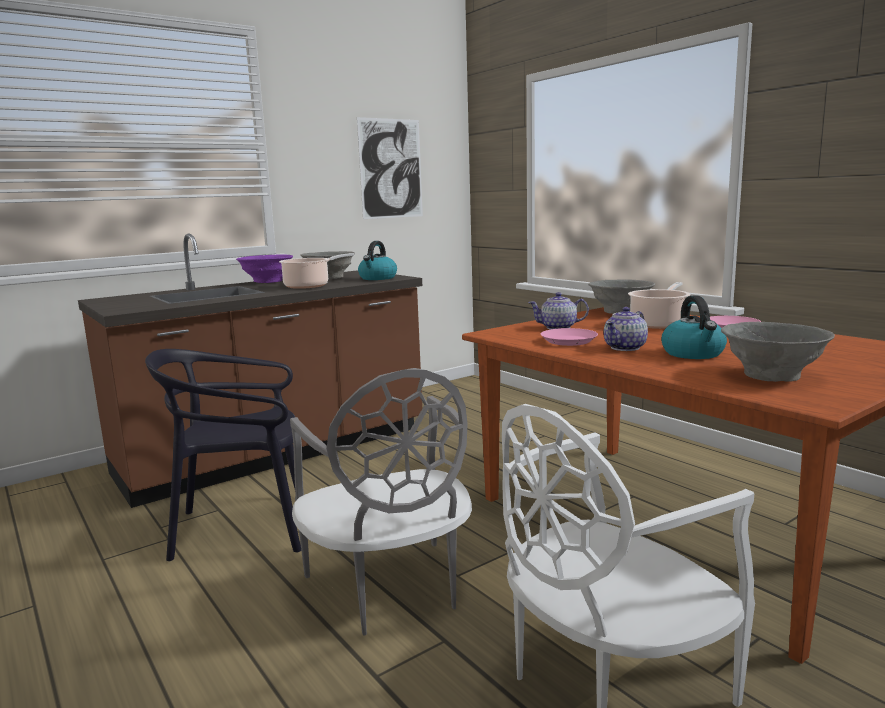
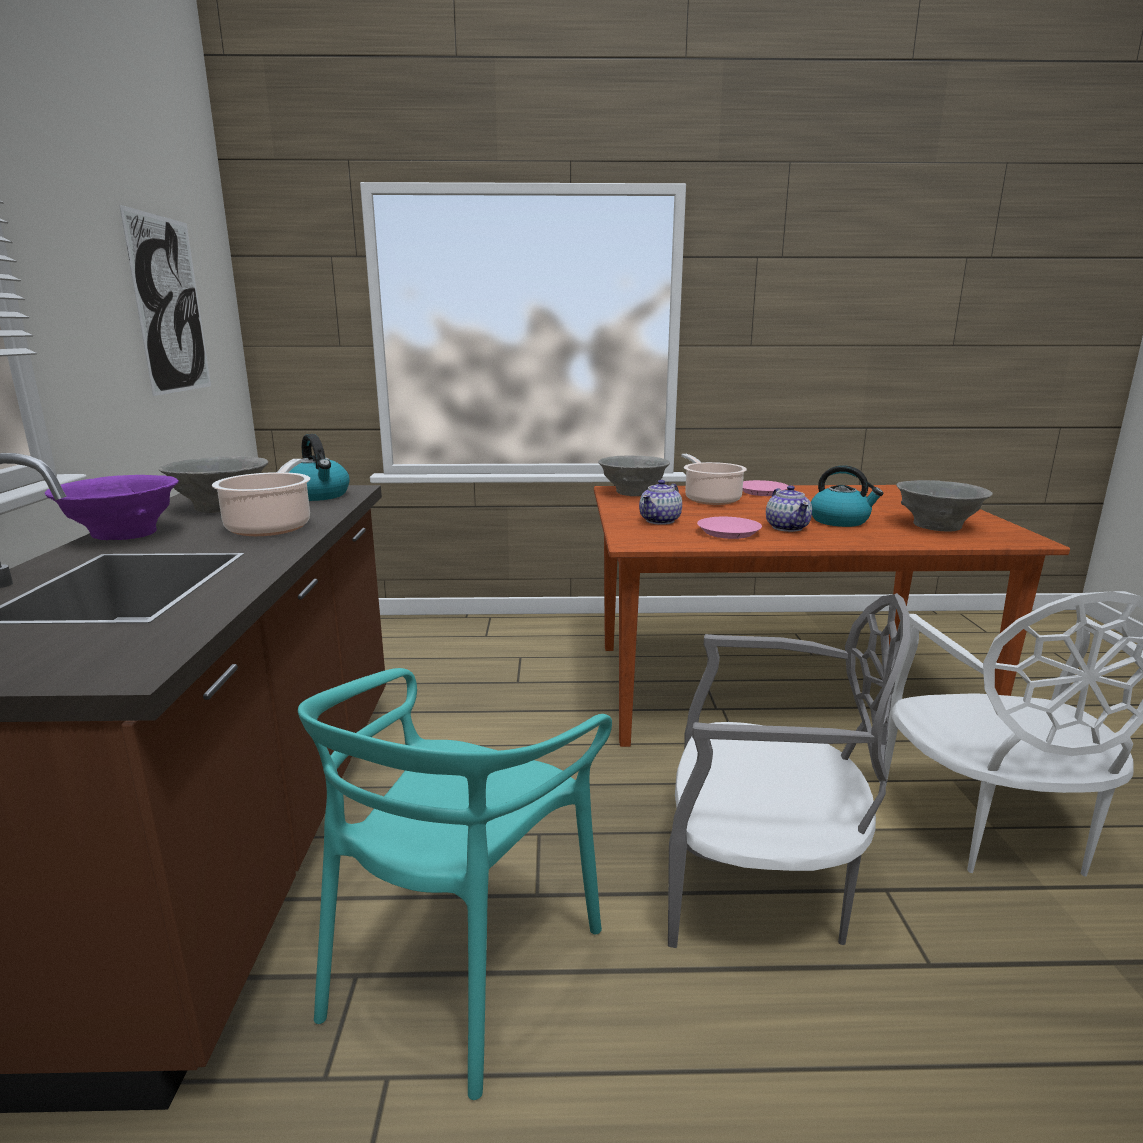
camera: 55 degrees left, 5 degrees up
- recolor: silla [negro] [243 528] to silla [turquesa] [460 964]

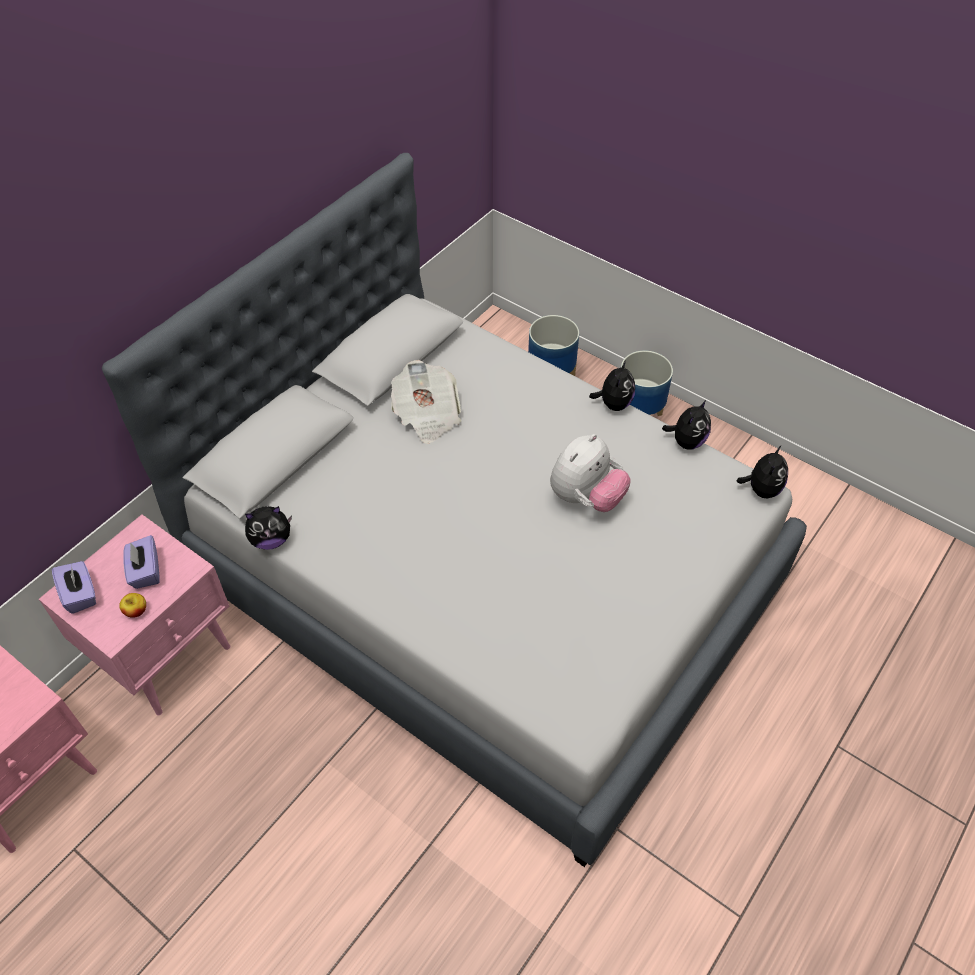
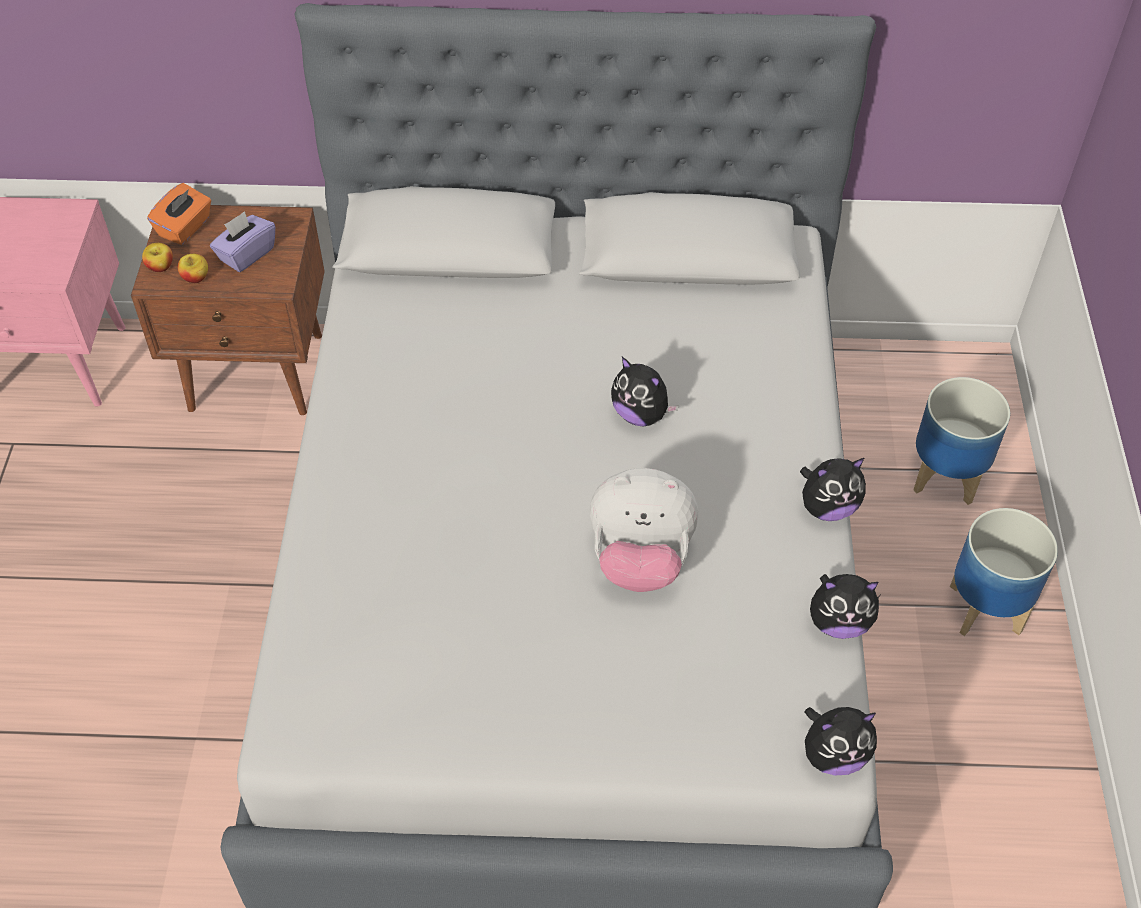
camera: 55 degrees right, 0 degrees up
- delete: periódico [427 415]
- move: peluche [271 540] to [641 414]
- recolor: mesita de noche [rosa] [167 655] to mesita de noche [marrón] [258 372]
- recolor: caja de pañuelos [morado] [80 595] to caja de pañuelos [naranja] [185 228]
- insert: manzana [160 267]

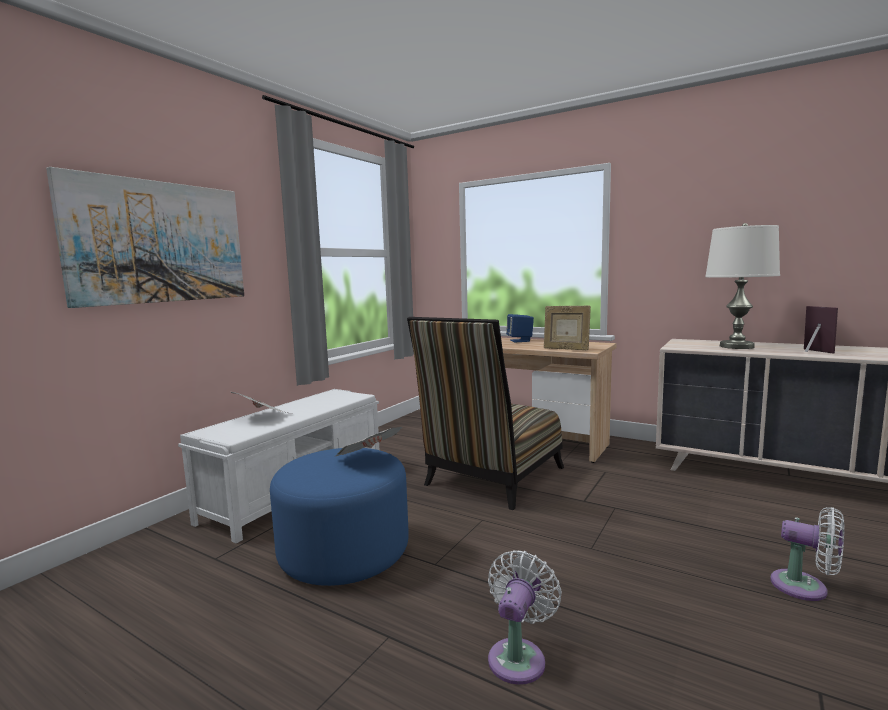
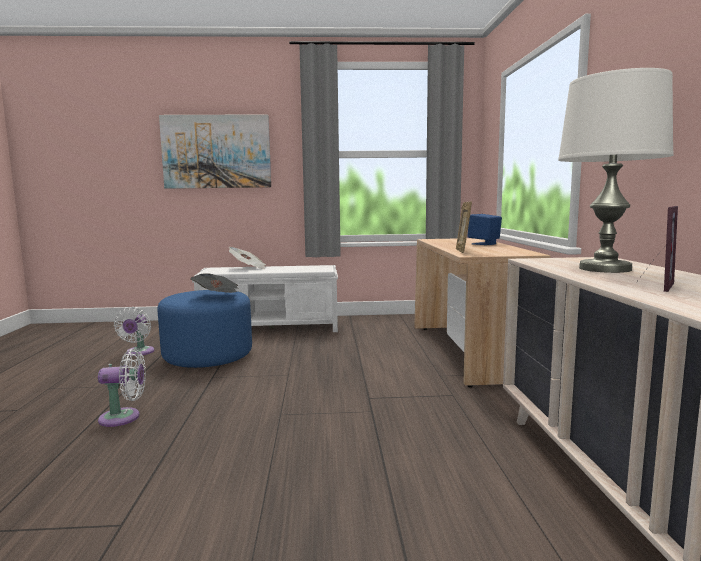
camera: 55 degrees right, 0 degrees up
- delete: silla [490 479]
- move: ventilador [blanco] [805 588] to [138 353]

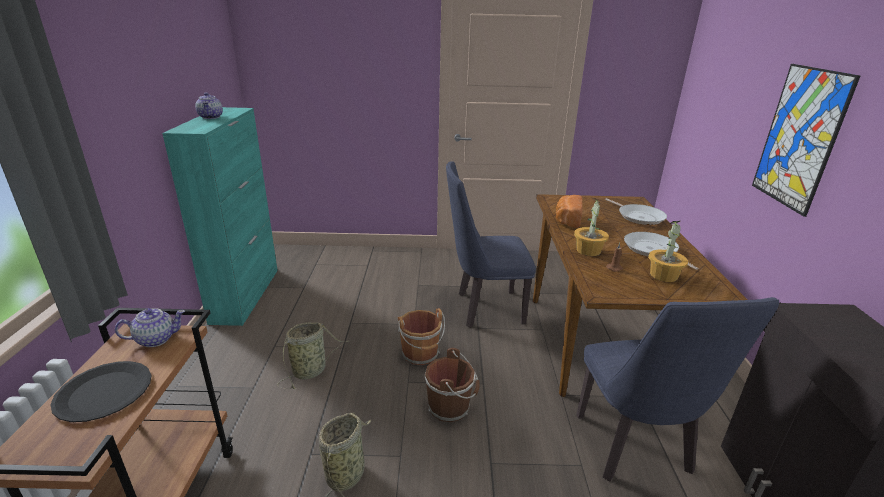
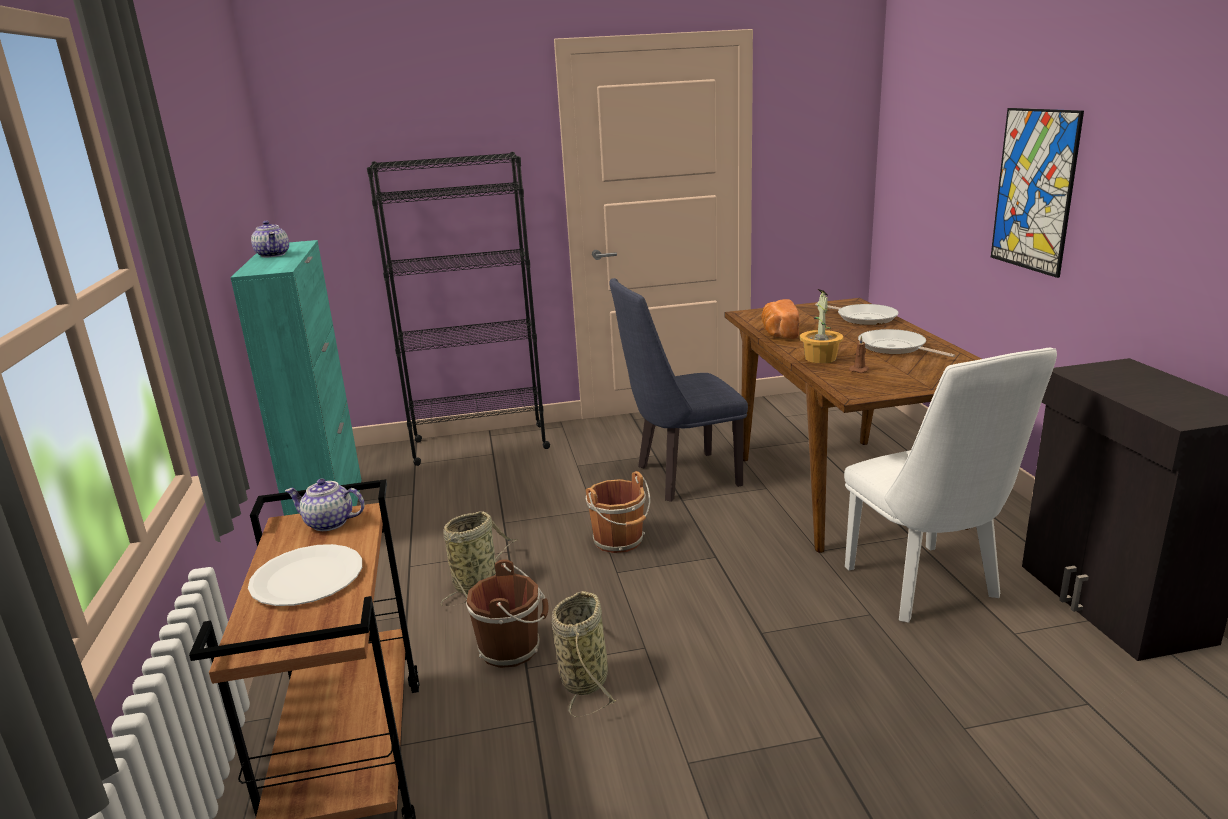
camera: 10 degrees left, 5 degrees down
- delete: planta en maceta [663 275]
- recolor: silla [azul] [636 450] to silla [blanco] [928 588]
- rotate: tetera [156 339] = [328 523] 135 degrees counterclockwise
- move: cubo [marrón] [451 407] to [512 648]
- recolor: plato [negro] [104 392] to plato [blanco] [307 578]
- insert: estantería [negro] [480 444]

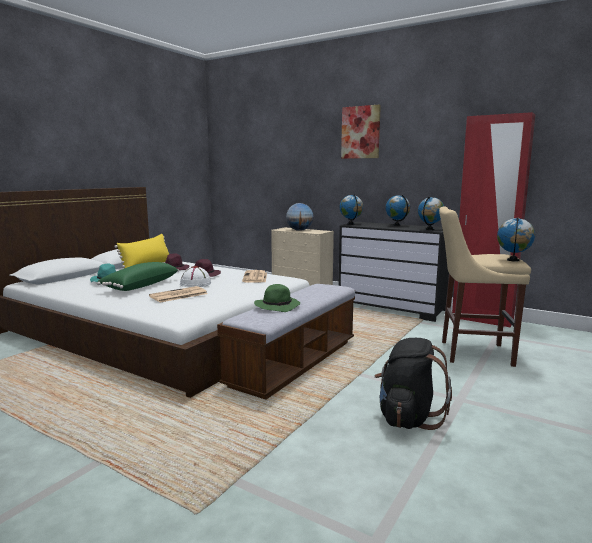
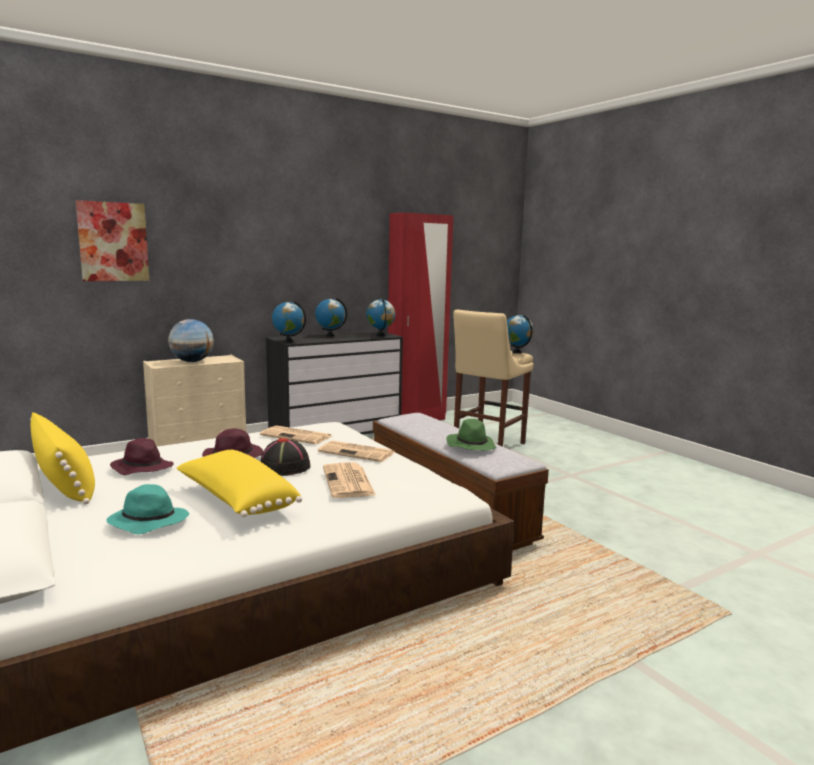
camera: 65 degrees left, 0 degrees up
- move: cuadro [360 132] to [113 242]
- recolor: cojín [verde] [140 286] to cojín [amarillo] [236 500]
- recolor: sombrero [blanco] [196 284] to sombrero [negro] [285 467]
- delete: mochila [negro] [407 418]
- insert: periódico [358 452]

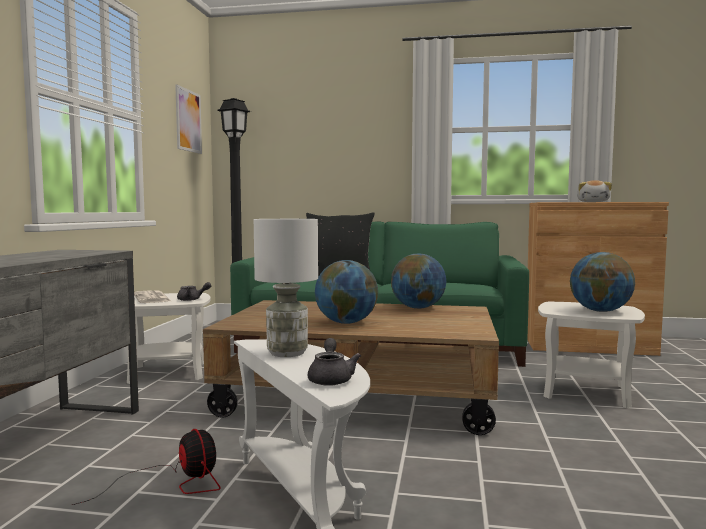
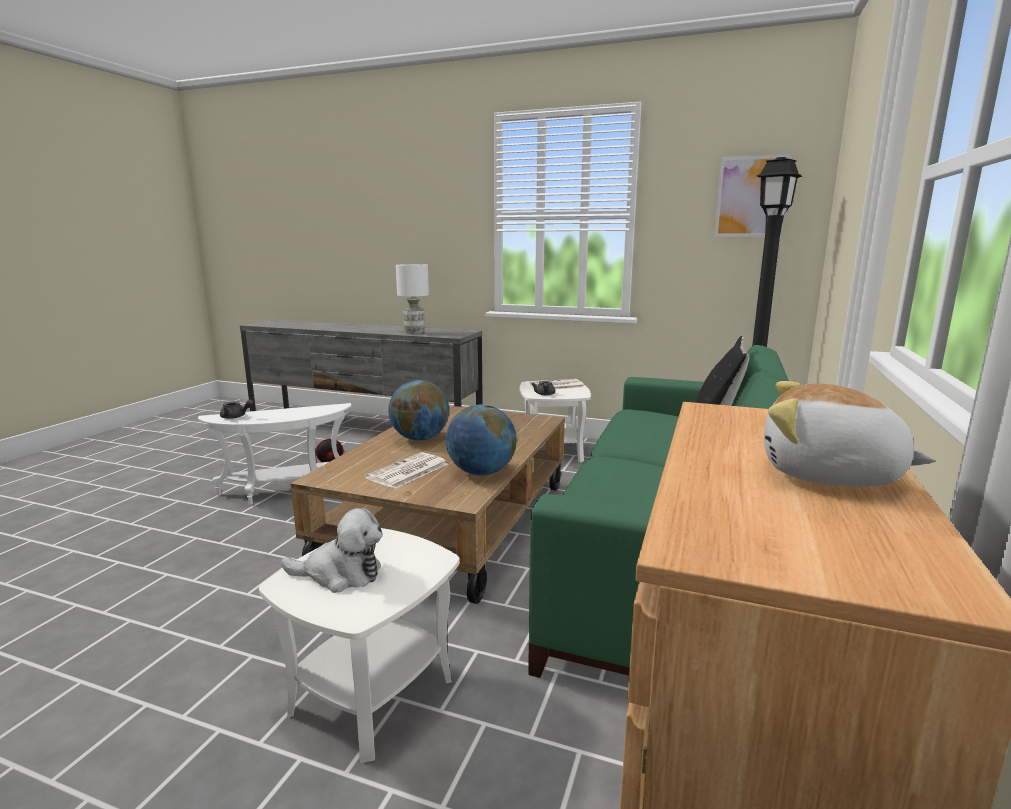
camera: 100 degrees right, 10 degrees up
- move: lámpara de mesa [blanco] [287 353] to [415 332]
- replace: globo terráqueo [600 311] to peluche [340 574]
- insert: periódico [407 471]

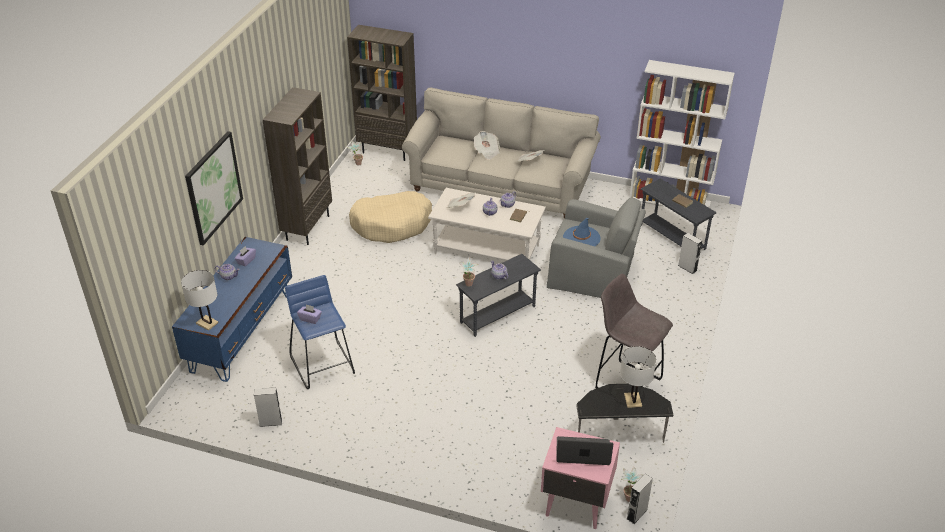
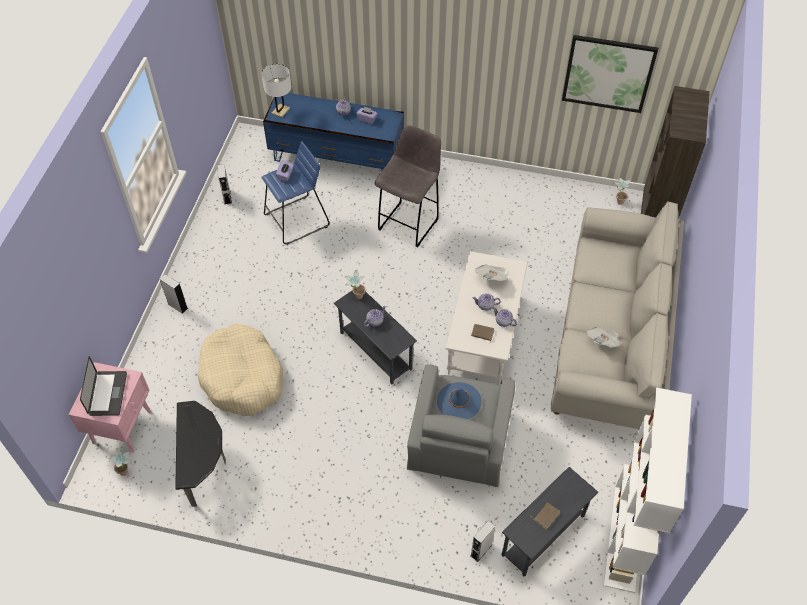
camera: 85 degrees right, 15 degrees up
- delete: estantería [marrón] [307 227]
- move: cuadro [213 187] to [608 73]
- delete: periódico [487 152]
- move: cama para perro [beis] [392 224] to [242 377]
- move: taburete [gris] [626 383] to [409 223]
- delete: lámpara de mesa [blanco] [632 400]
- move: altavoz [gris] [637 514] to [177 306]

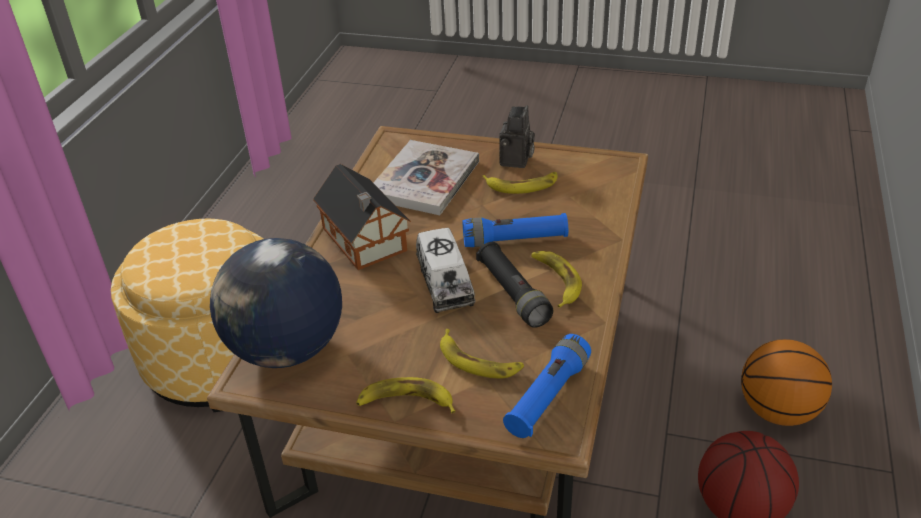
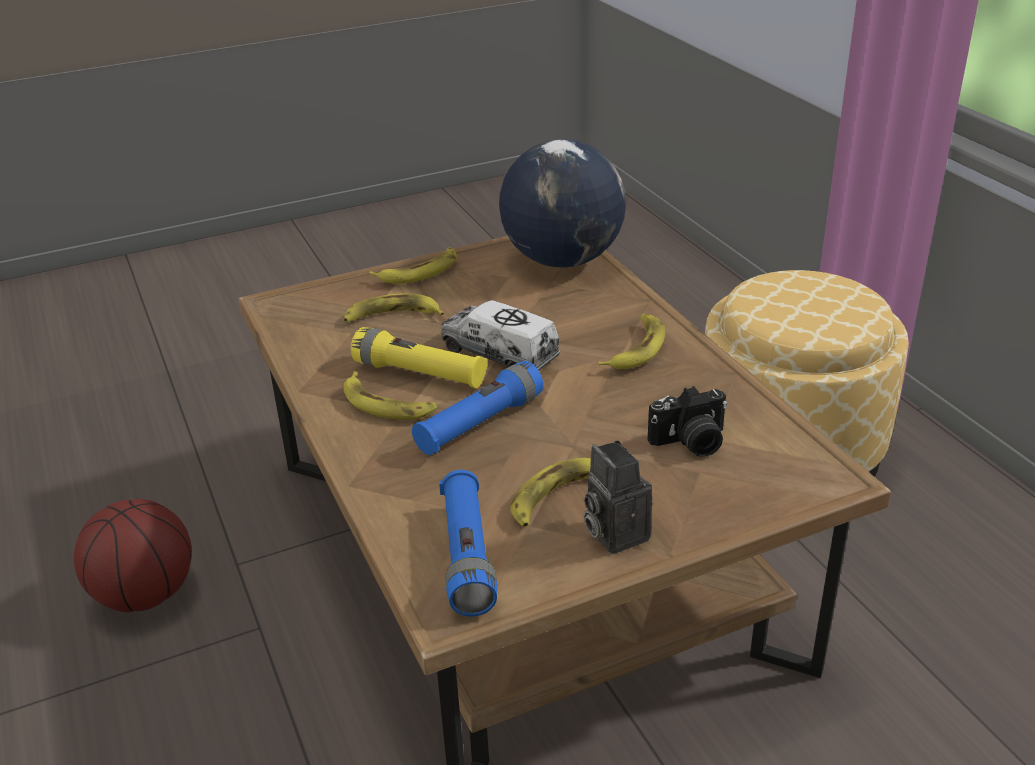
camera: 140 degrees right, 5 degrees down
- replace: libro [424 180] to cámara [690 443]
- replace: casita [365 241] to plátano [636 348]
- recolor: linterna [negro] [513 294] to linterna [amarillo] [419 374]
- move: linterna [azul] [547 396] to [467 556]
- delete: balón de baloncesto [778 411]

